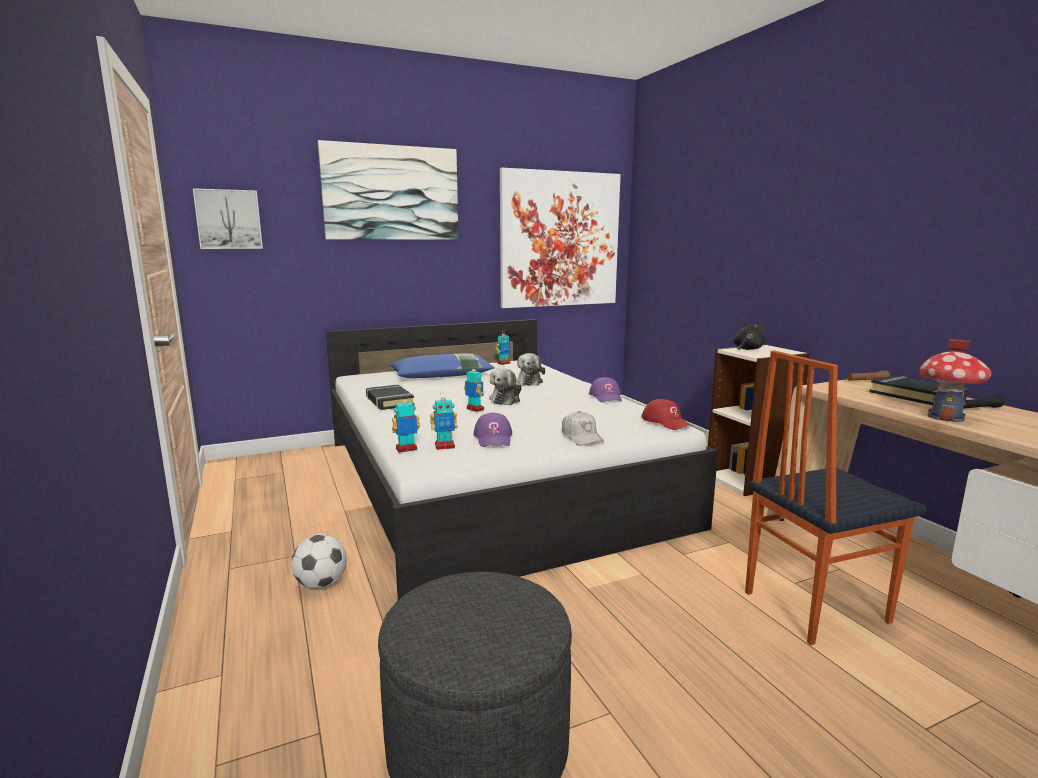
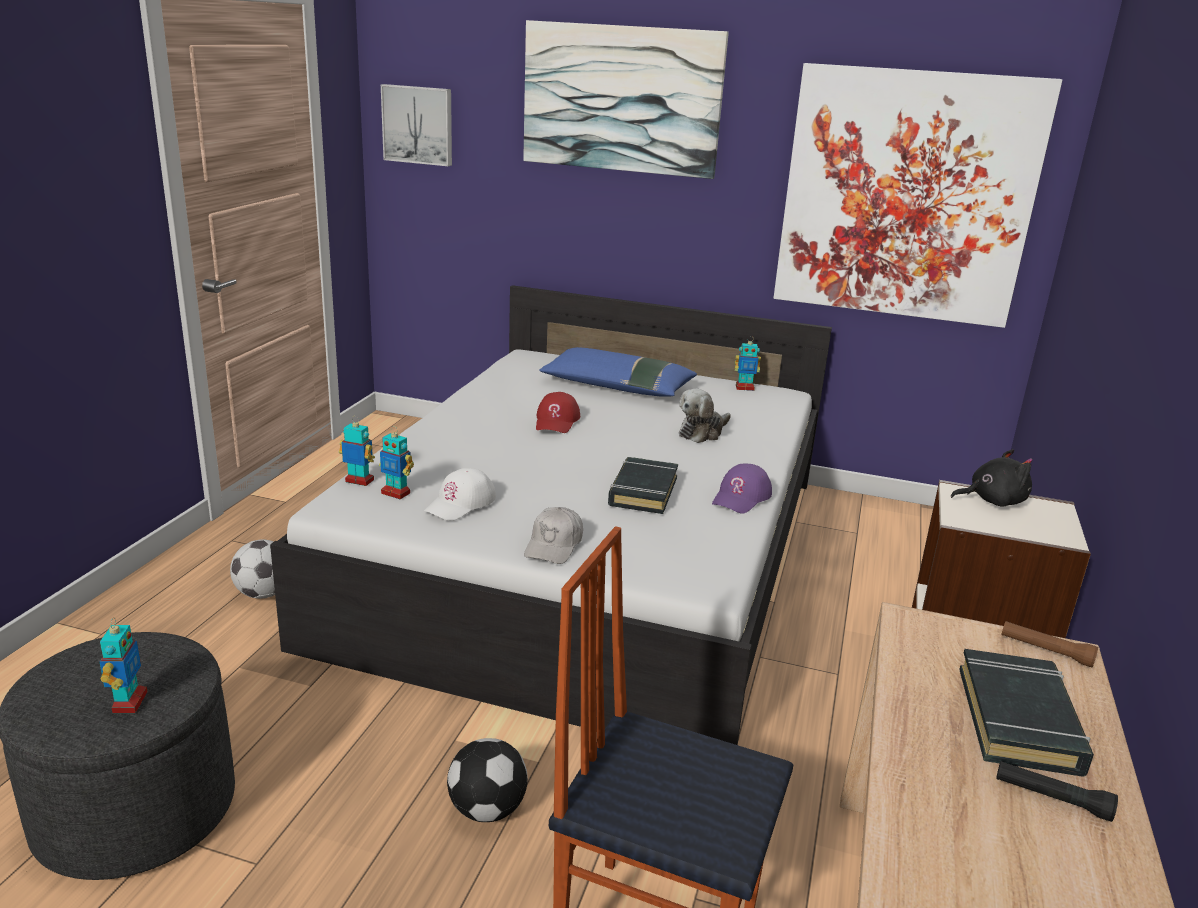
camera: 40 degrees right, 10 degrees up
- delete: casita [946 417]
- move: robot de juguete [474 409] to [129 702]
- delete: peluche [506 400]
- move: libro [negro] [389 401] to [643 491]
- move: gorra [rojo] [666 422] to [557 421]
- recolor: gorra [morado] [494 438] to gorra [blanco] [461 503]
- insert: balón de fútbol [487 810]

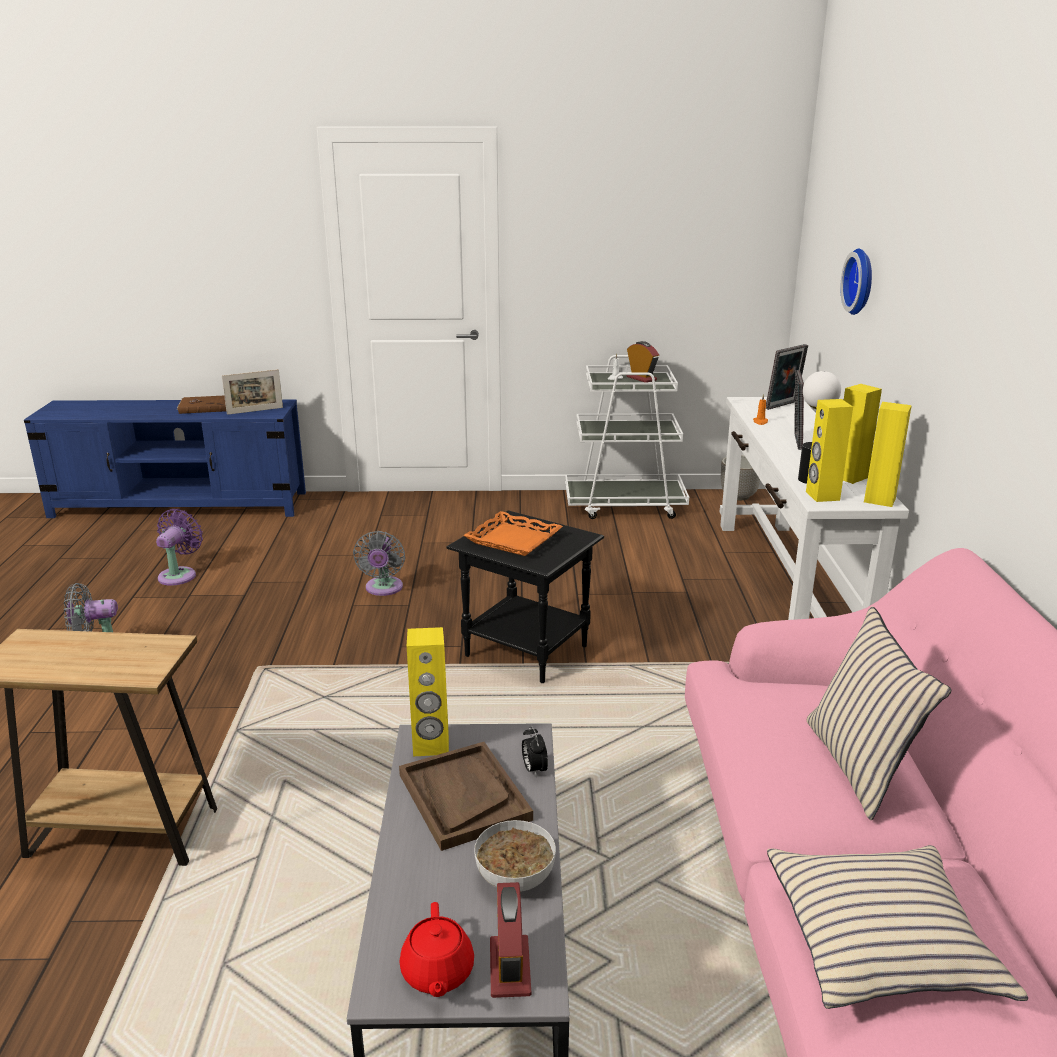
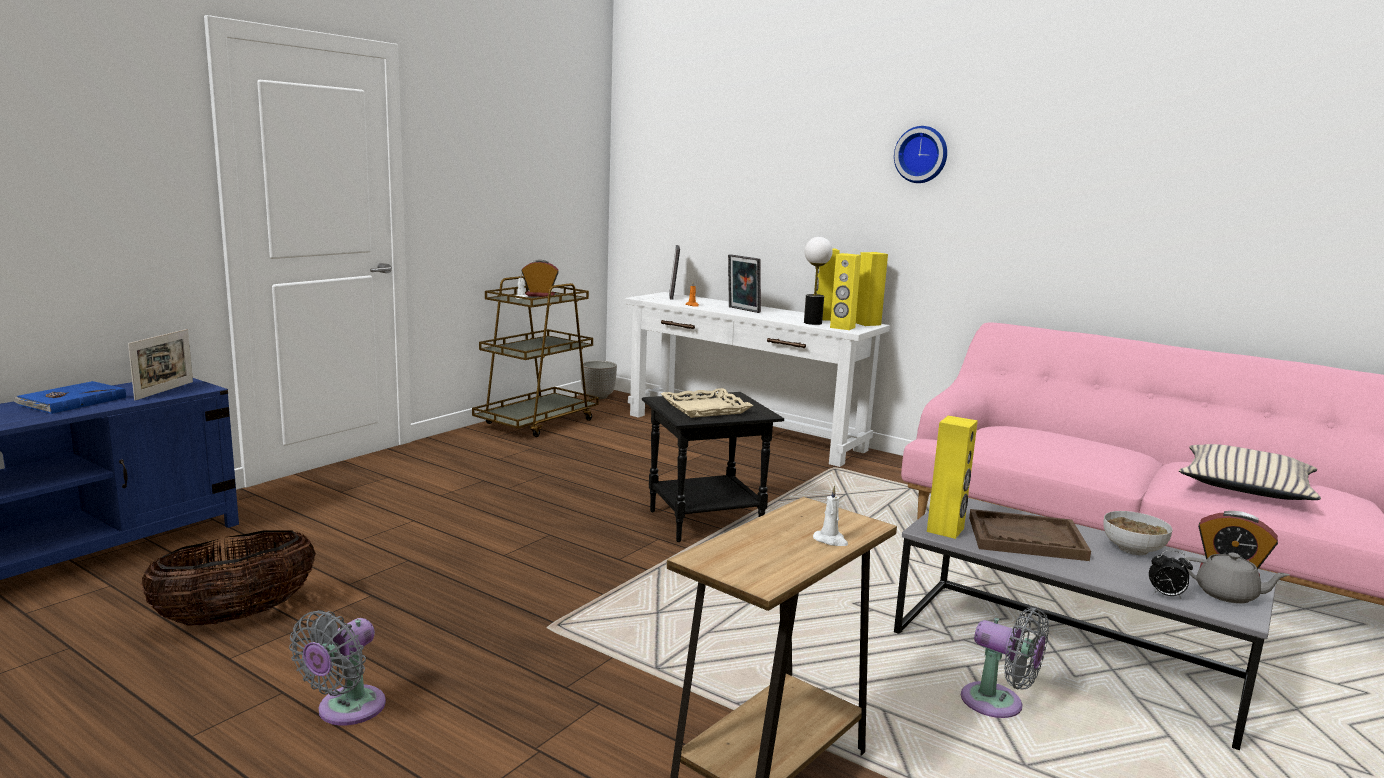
camera: 55 degrees left, 10 degrees down
- move: reloj de pared [862 281] to [922 154]
- recolor: carrito [blanco] [625 505] to carrito [marrón] [537 422]
- recolor: libro [marrón] [206 407] to libro [azul] [71 401]
- replace: ventilador [morado] [179 575] to cesta [236 616]
- recolor: bandeja [naranja] [513 540] to bandeja [beis] [705 409]
- move: ventilador [gris] [383 589] to [998 705]
- delete: cojín [beis] [860 765]
- move: despertador [534 769] to [1165 595]
- recolor: tetera [rojo] [437 973] to tetera [gris] [1227 595]
- insert: vela [blanco] [831 540]

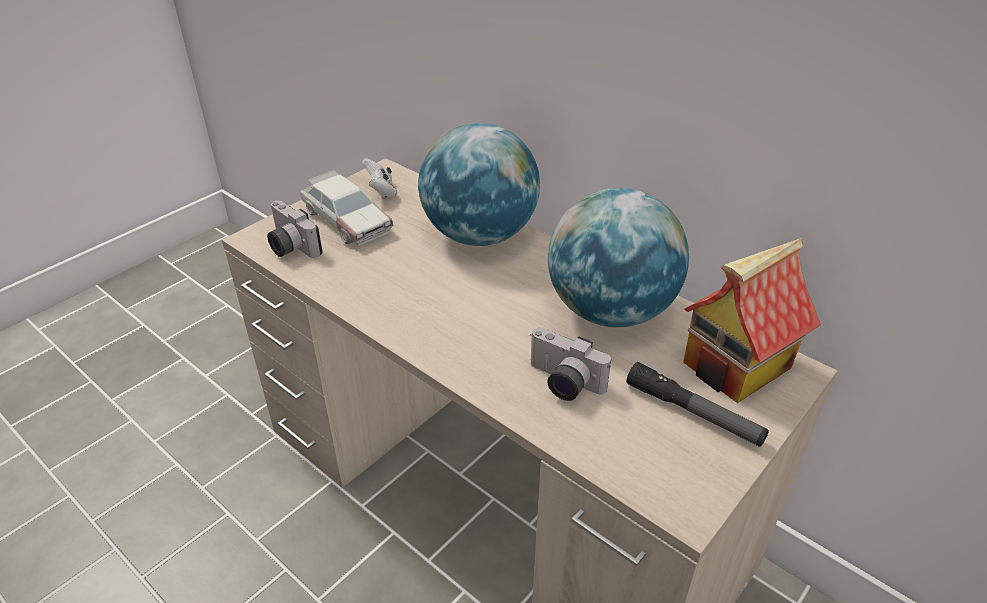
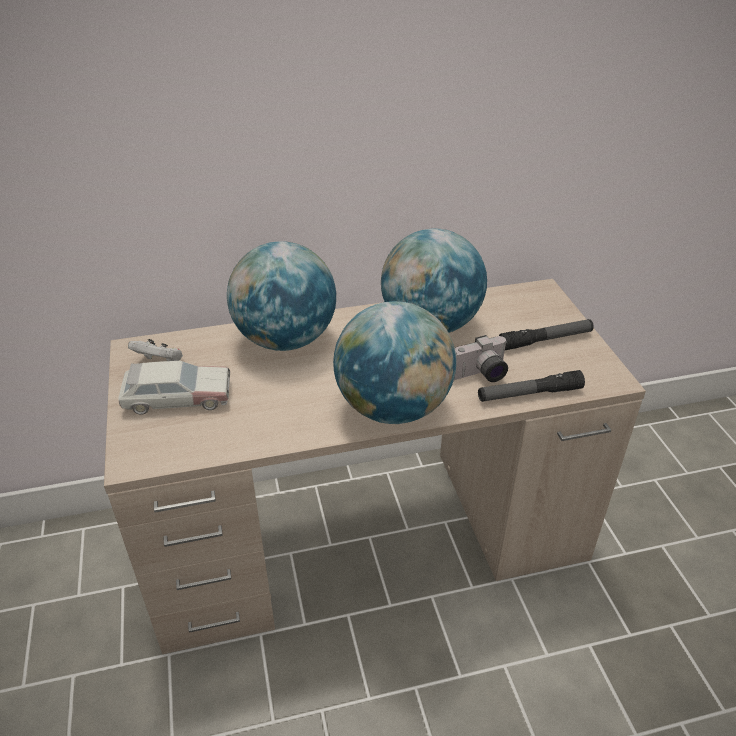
camera: 55 degrees left, 0 degrees up
- delete: cámara [289 246]
- delete: casita [737 366]
- insert: globo terráqueo [393 408]
- insert: linterna [529 394]

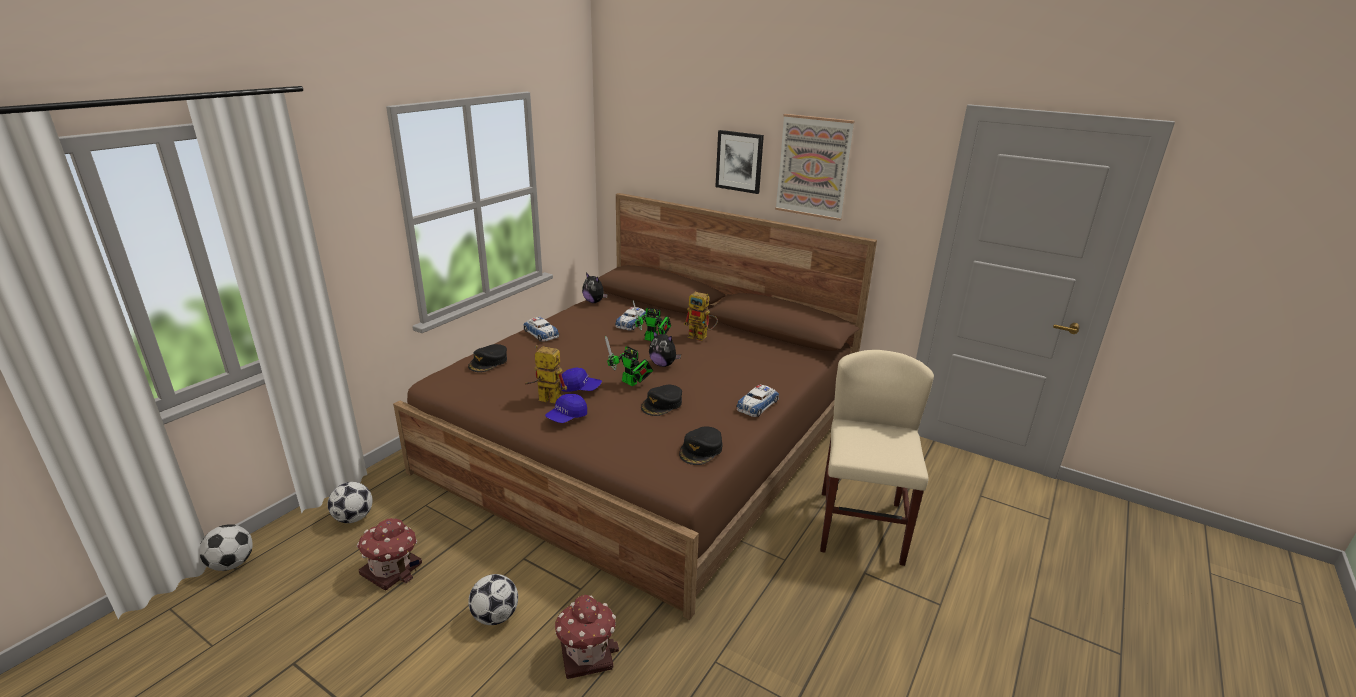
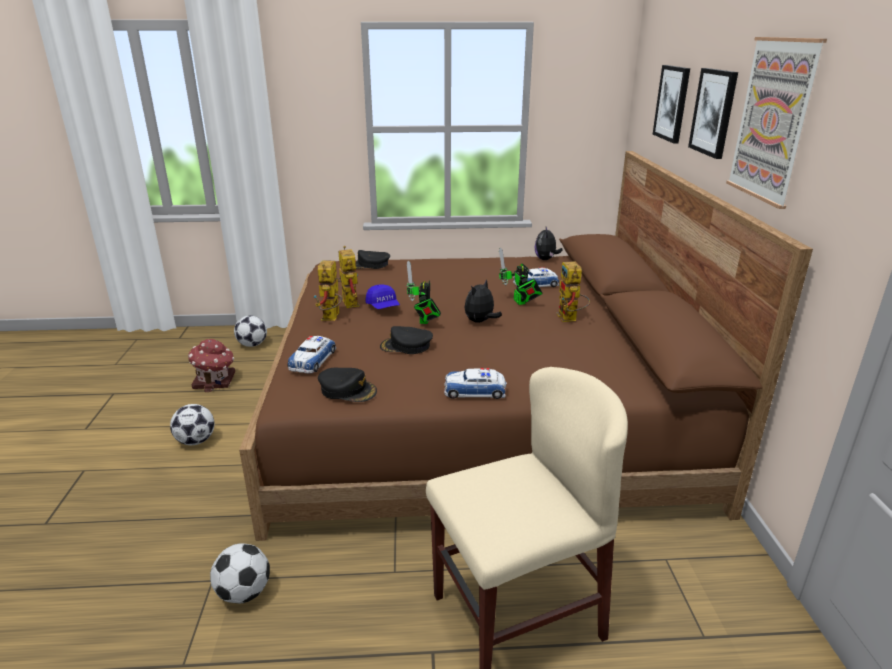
camera: 55 degrees right, 0 degrees up
- move: coche de juguete [541 333] to [312 360]
- rotate: peluche [663 364] = [480 321] 45 degrees clockwise
- replace: gorra [azul] [567 417] to robot de juguete [331 318]
- rotate: gorra [negro] [701 450] = [348 390] 150 degrees counterclockwise
- move: balón de fútbol [232 564] to [244 593]
- delete: casita [586 652]
- insert: cuadro [672 103]

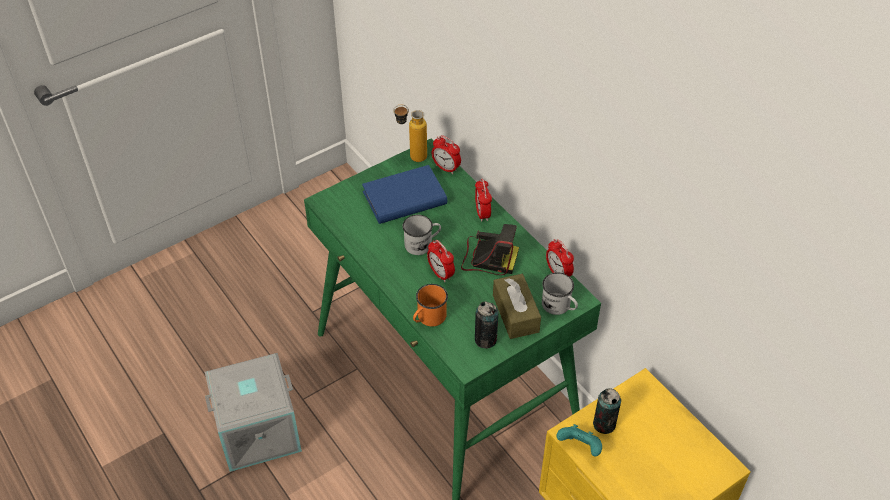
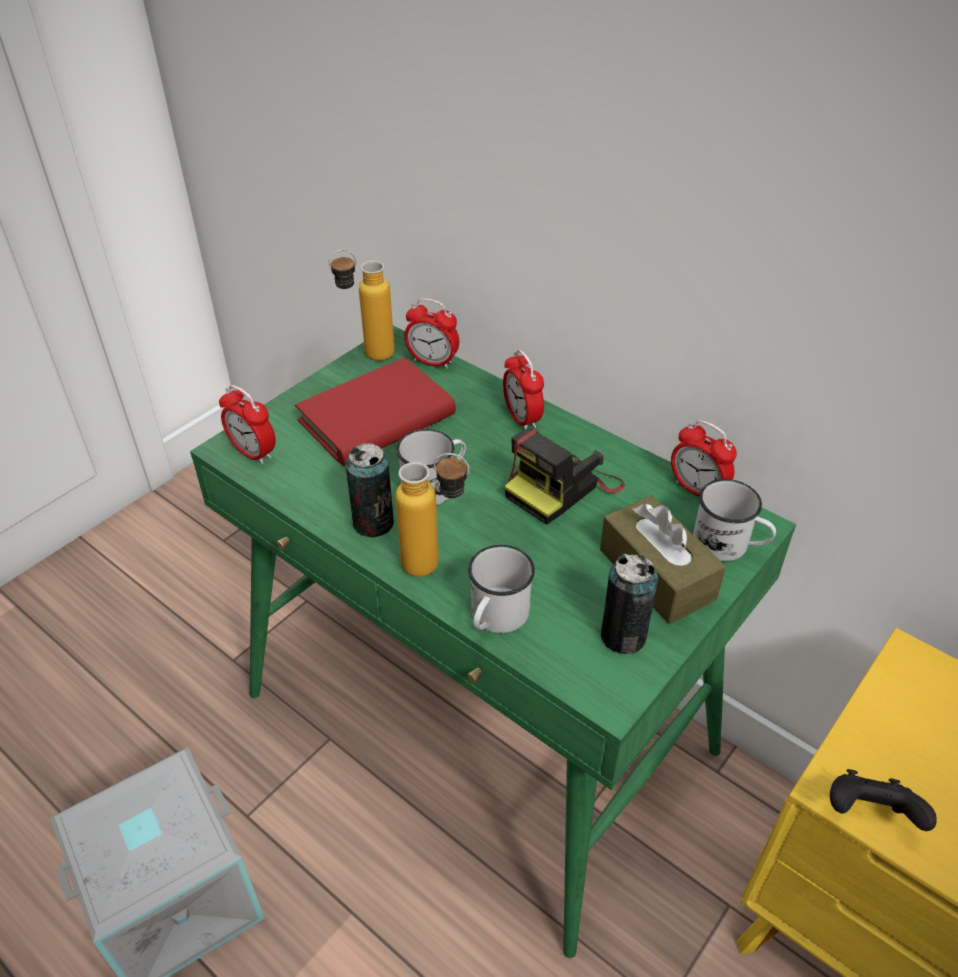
camera: 15 degrees left, 5 degrees down
- recolor: libro [azul] [404 198] to libro [rojo] [377 418]
- rotate: cámara [488 258] = [562 487] 135 degrees clockwise
- move: despertador [441 274] to [253 453]
- recolor: taza grande [naranja] [428 318] to taza grande [blanco] [495 618]
- move: lata [604 424] to [373 523]
- recolor: mando de consola [turquesa] [580 447] to mando de consola [negro] [869 814]
- insert: botella [435 566]

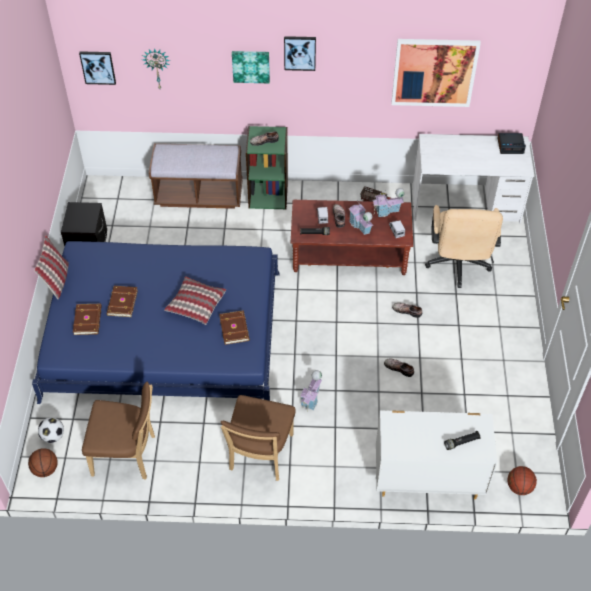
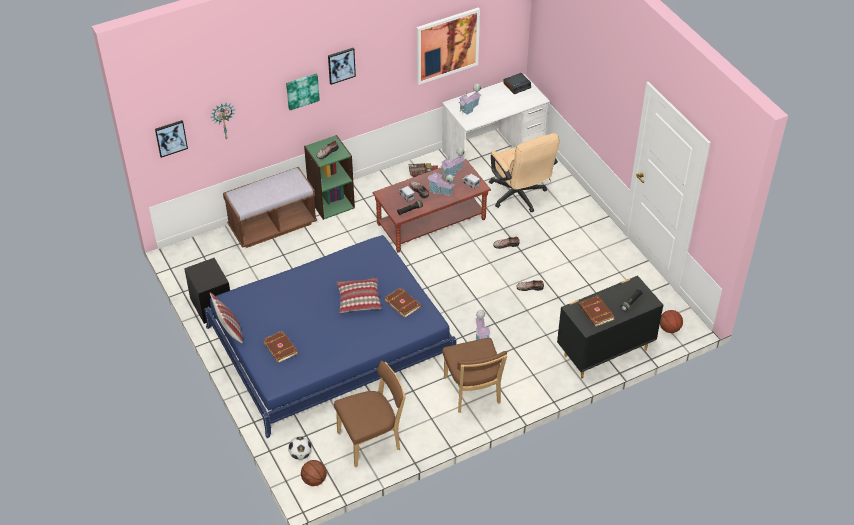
camera: 30 degrees left, 5 degrees down
- move: libro [marrón] [121 302] to [595 312]
- recolor: cómoda [blanco] [427 479] to cómoda [negro] [604 353]
- insert: casita [470 108]

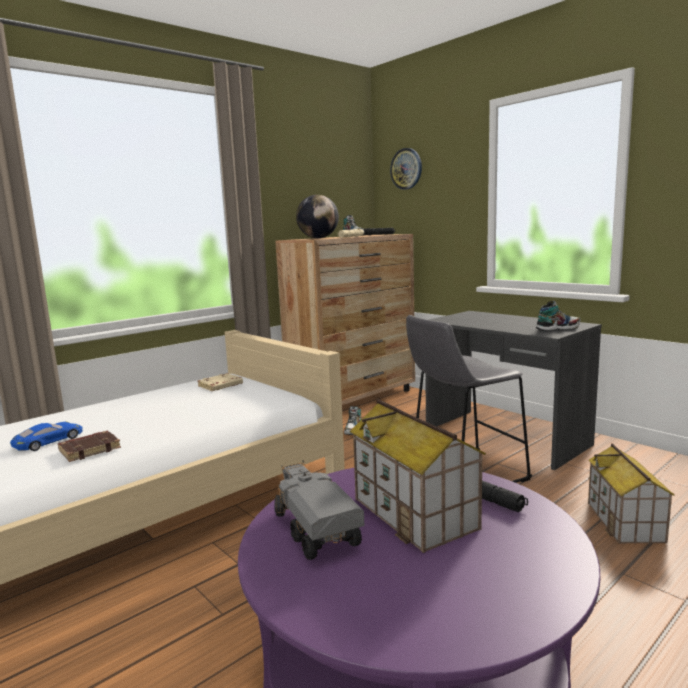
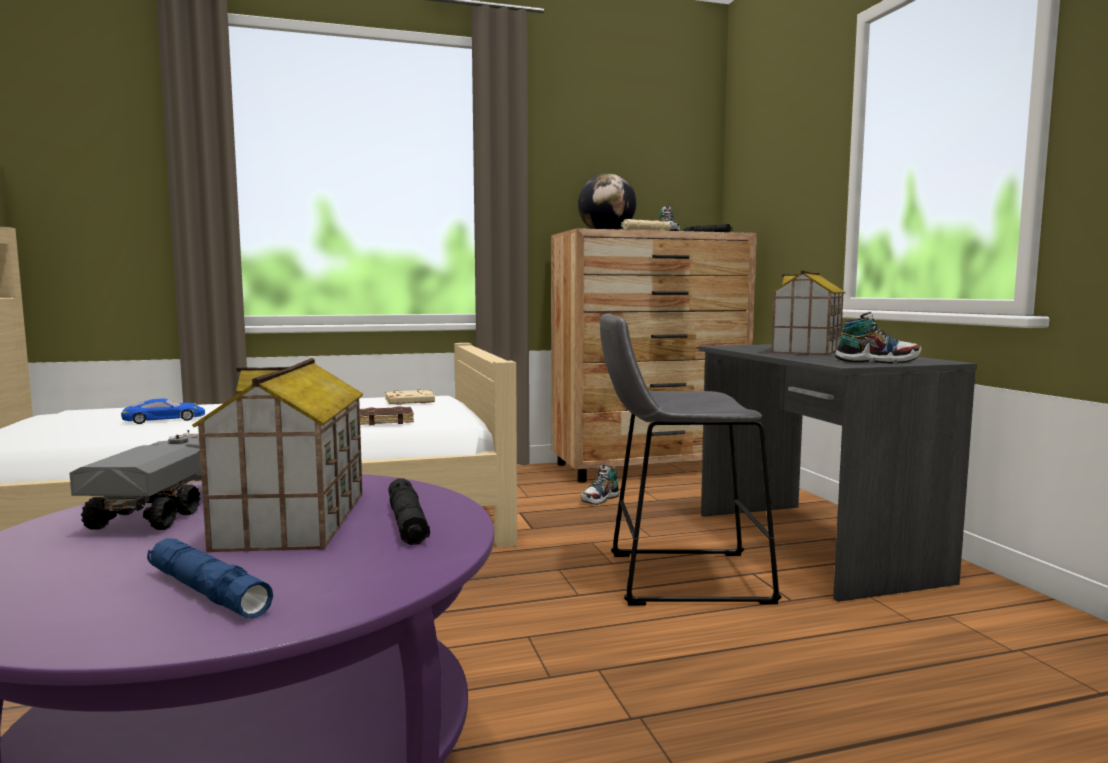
camera: 25 degrees right, 5 degrees down
- delete: reloj de pared [406 169]
- move: libro [marrón] [90 449] to [386 421]
- move: casita [625 522] to [807 350]
- insert: linterna [azul] [207 591]

